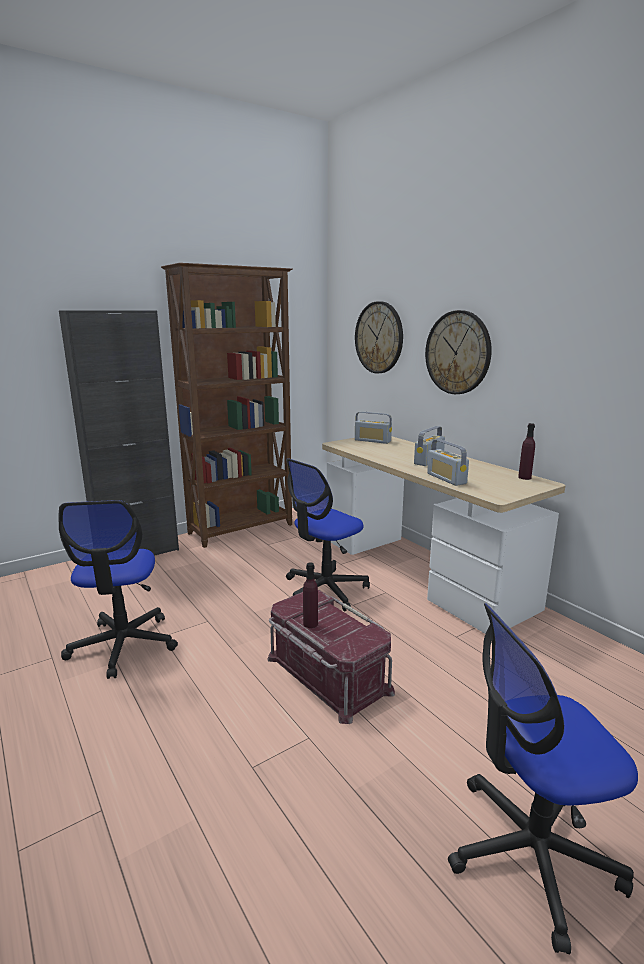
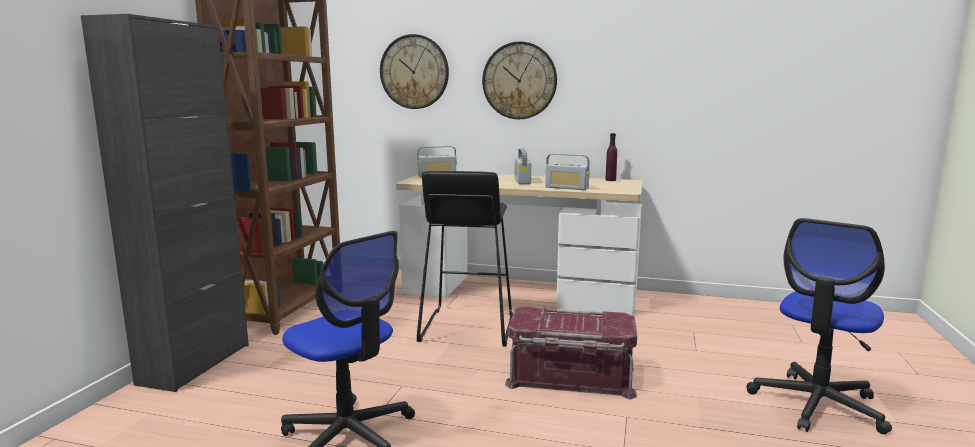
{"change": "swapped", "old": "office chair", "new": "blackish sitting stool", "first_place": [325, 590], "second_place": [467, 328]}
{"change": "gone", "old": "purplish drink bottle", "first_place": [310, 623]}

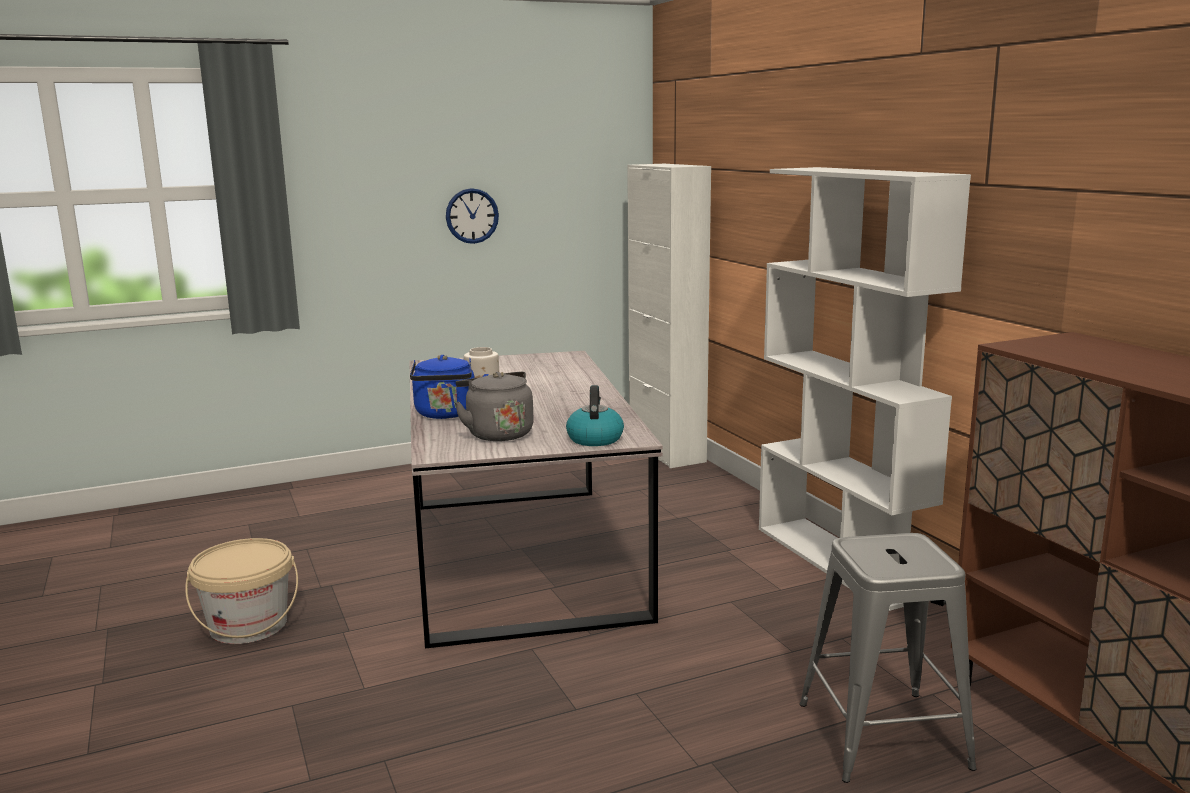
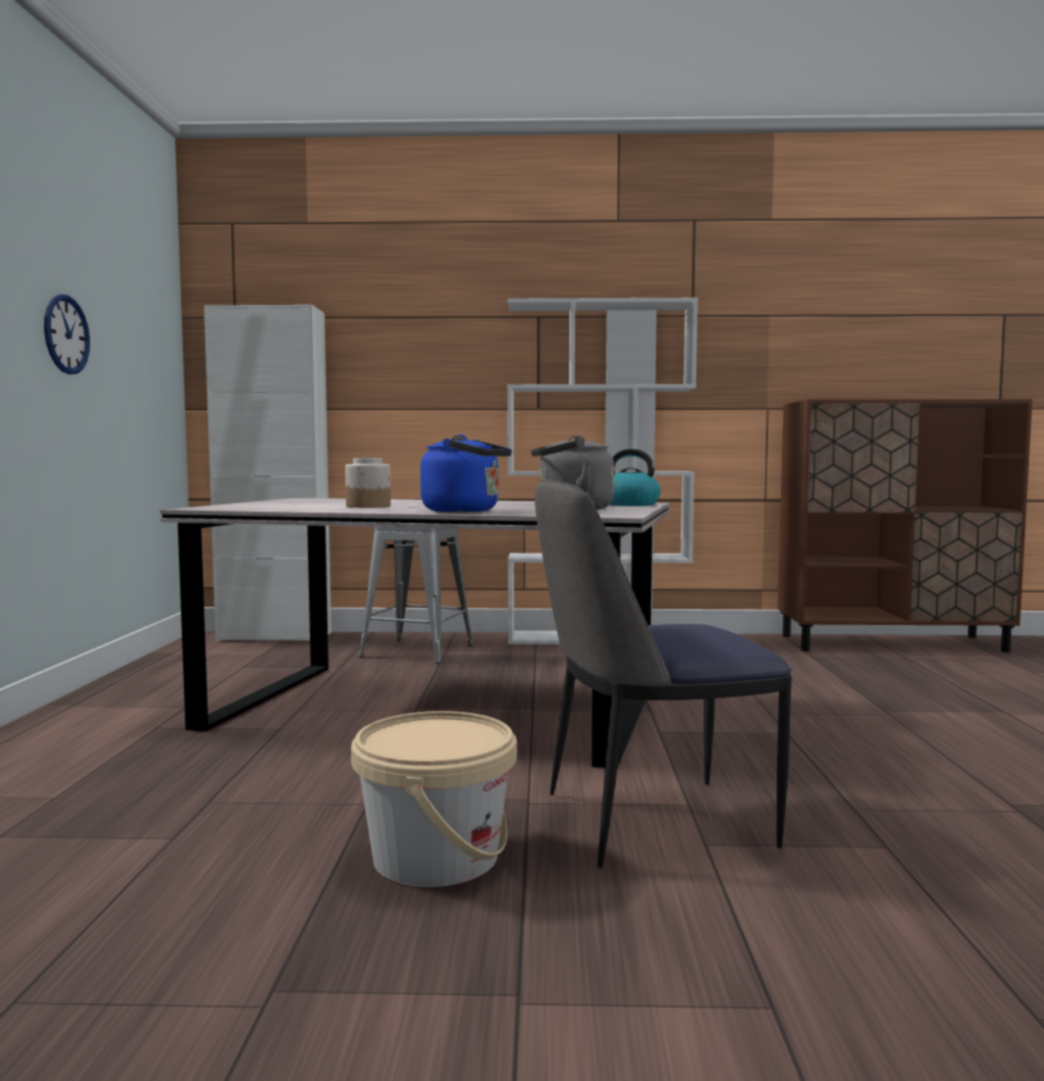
{"change": "shifted", "old": "grey sitting stool", "first_place": [882, 735], "second_place": [417, 651]}
{"change": "new", "new": "plain chair", "second_place": [649, 821]}

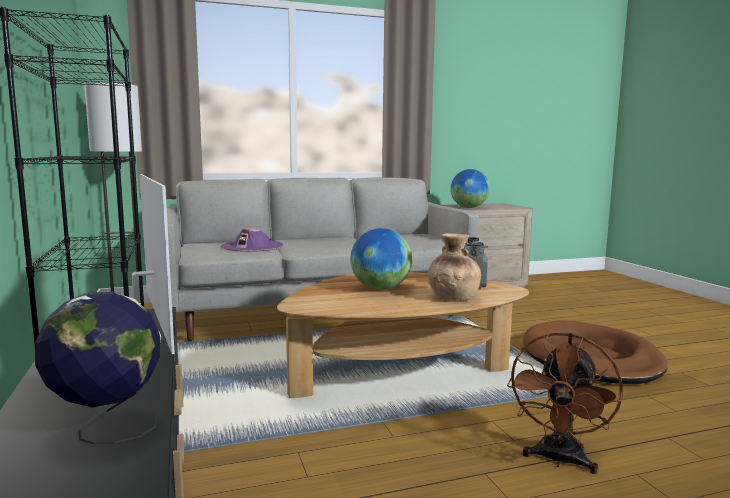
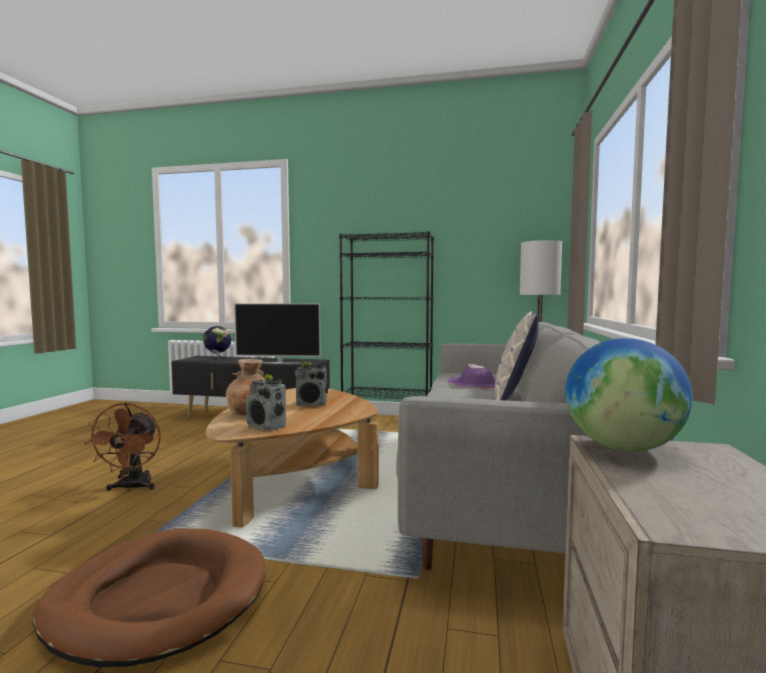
{"change": "swapped", "old": "desk globe", "new": "radio set", "first_place": [380, 289], "second_place": [311, 404]}
{"change": "rotated", "old": "brown-coloured cooling fan", "first_place": [559, 460], "second_place": [132, 488], "degrees": -150}
{"change": "new", "new": "pillow", "second_place": [514, 398]}

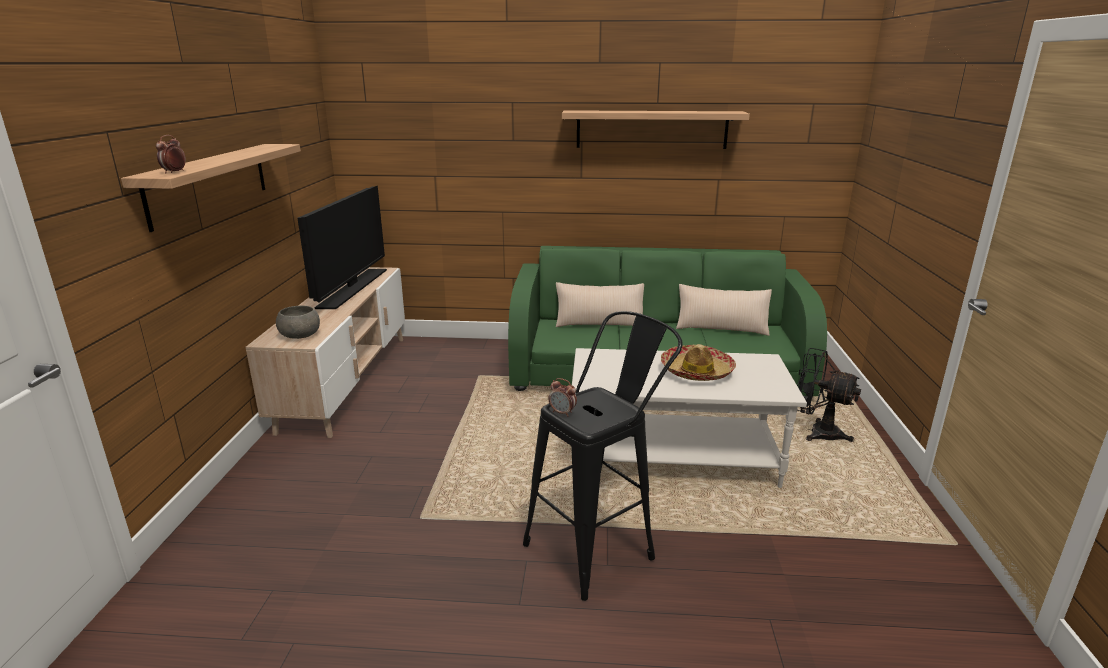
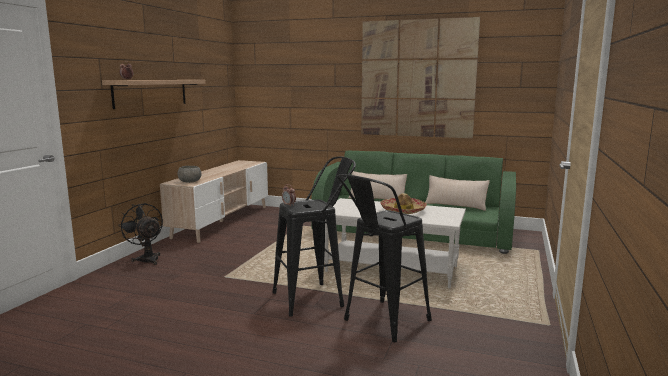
{"change": "gone", "old": "television", "first_place": [352, 288]}
{"change": "swapped", "old": "wall shelf", "new": "wall picture", "first_place": [651, 129], "second_place": [417, 79]}
{"change": "shifted", "old": "blackish cooling fan", "first_place": [816, 432], "second_place": [146, 258]}
{"change": "new", "new": "blackish sitting stool", "second_place": [381, 323]}

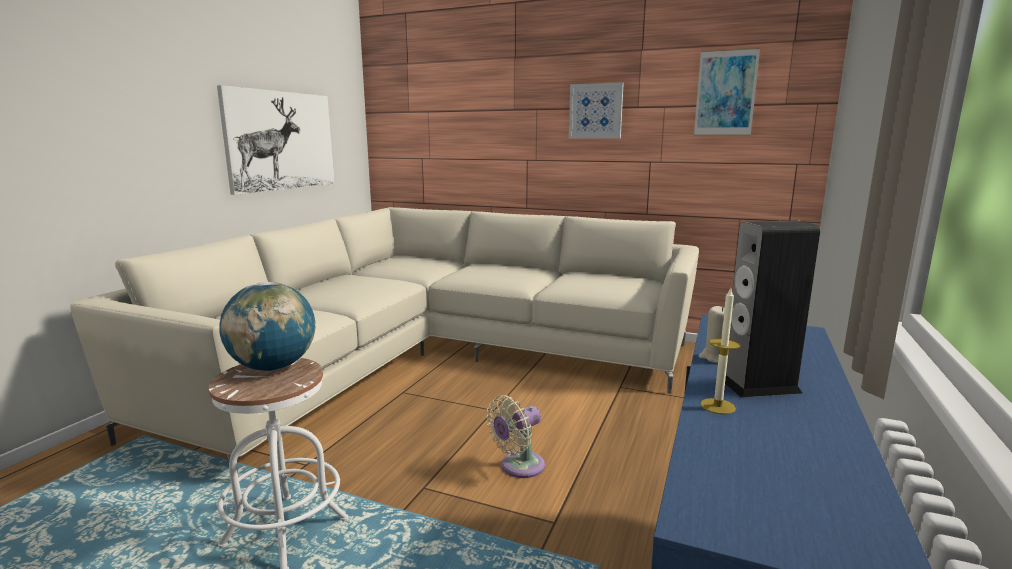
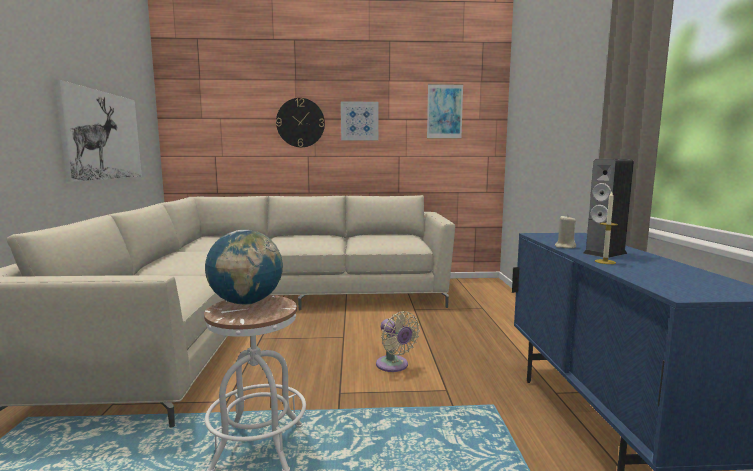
{"change": "rotated", "old": "beige cooling fan", "first_place": [518, 467], "second_place": [394, 366], "degrees": -60}
{"change": "new", "new": "hanging clock", "second_place": [300, 122]}

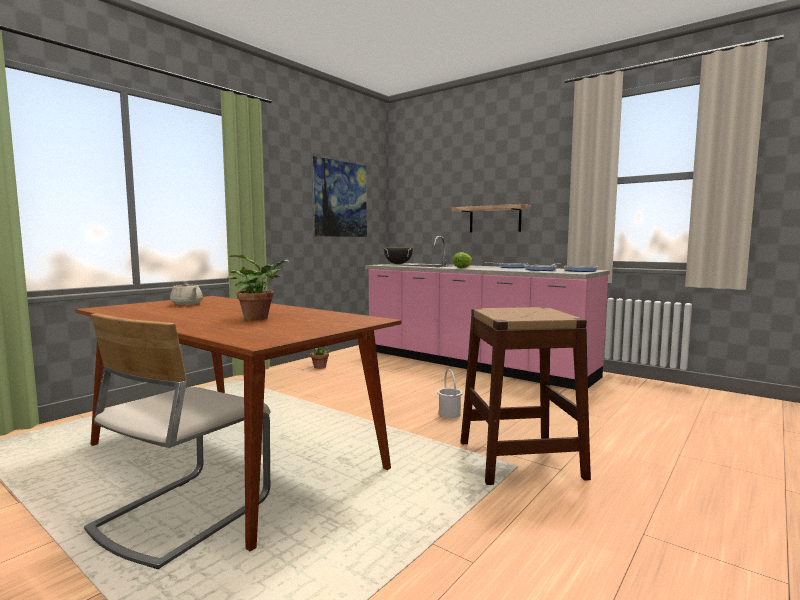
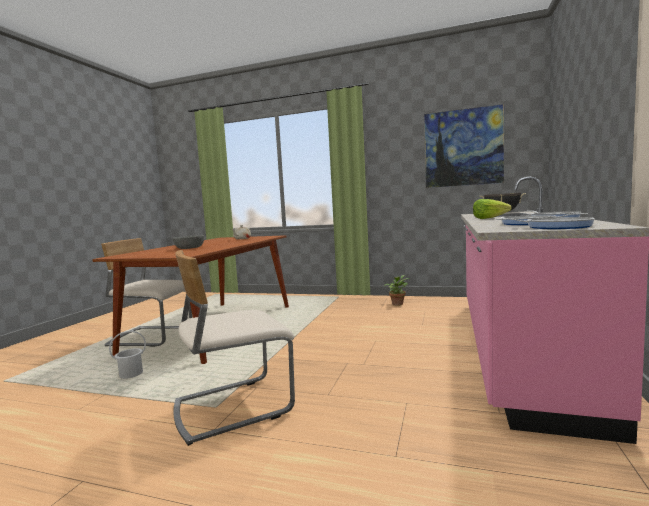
{"change": "swapped", "old": "houseplant", "new": "grey bowl", "first_place": [259, 318], "second_place": [189, 248]}
{"change": "shifted", "old": "white-coloured water bucket", "first_place": [449, 414], "second_place": [131, 375]}
{"change": "gone", "old": "wall shelf", "first_place": [495, 219]}
{"change": "swapped", "old": "brown-coloured sitting stool", "new": "beige plain chair", "first_place": [520, 459], "second_place": [232, 407]}

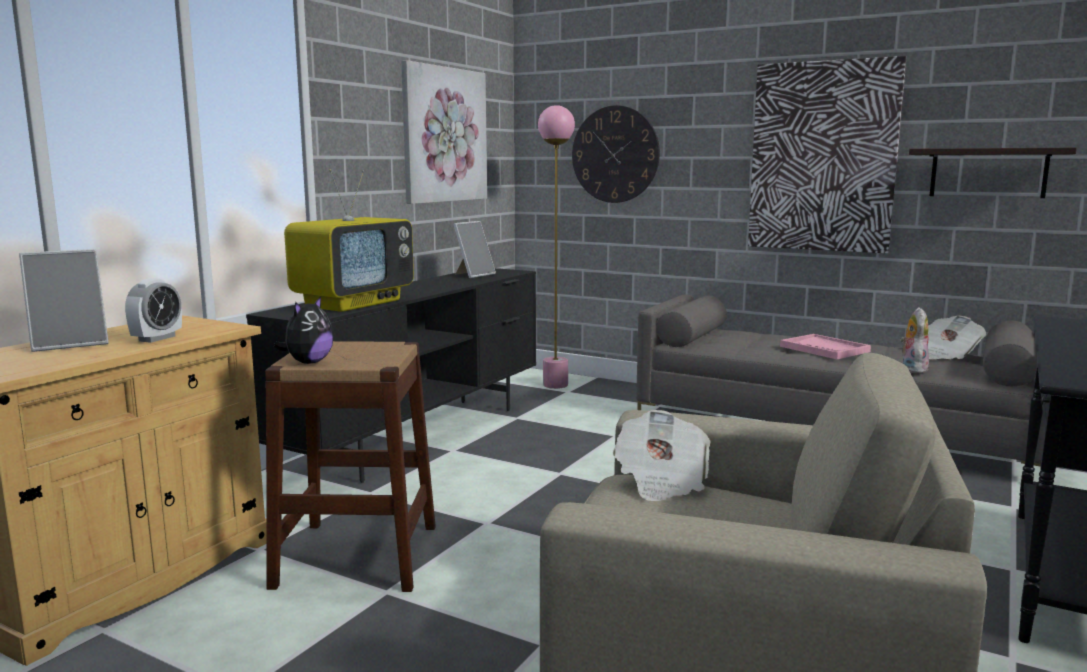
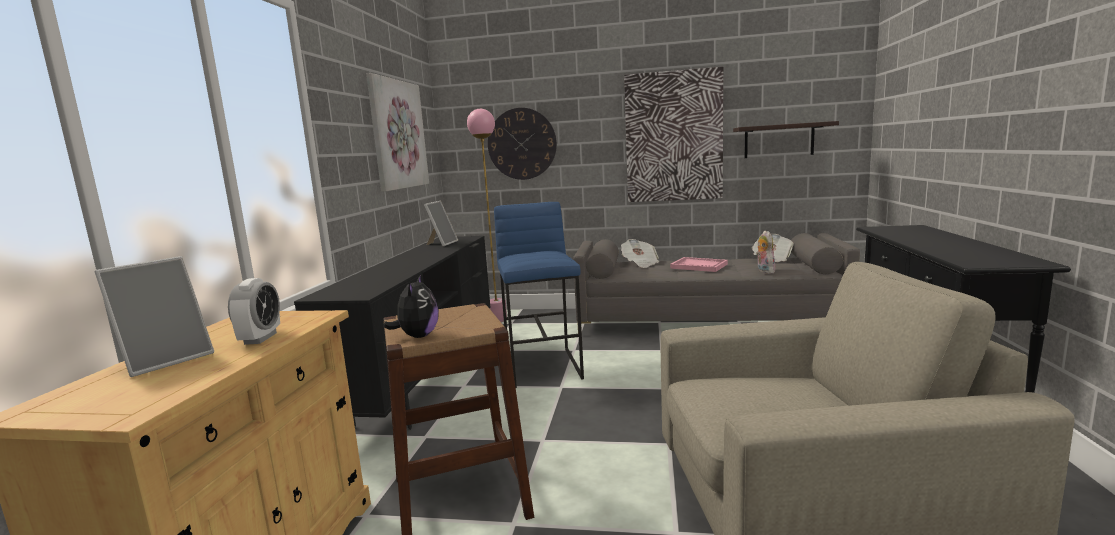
{"change": "gone", "old": "television", "first_place": [353, 303]}
{"change": "shifted", "old": "printed paper", "first_place": [661, 481], "second_place": [640, 263]}
{"change": "new", "new": "bluish sitting stool", "second_place": [544, 367]}

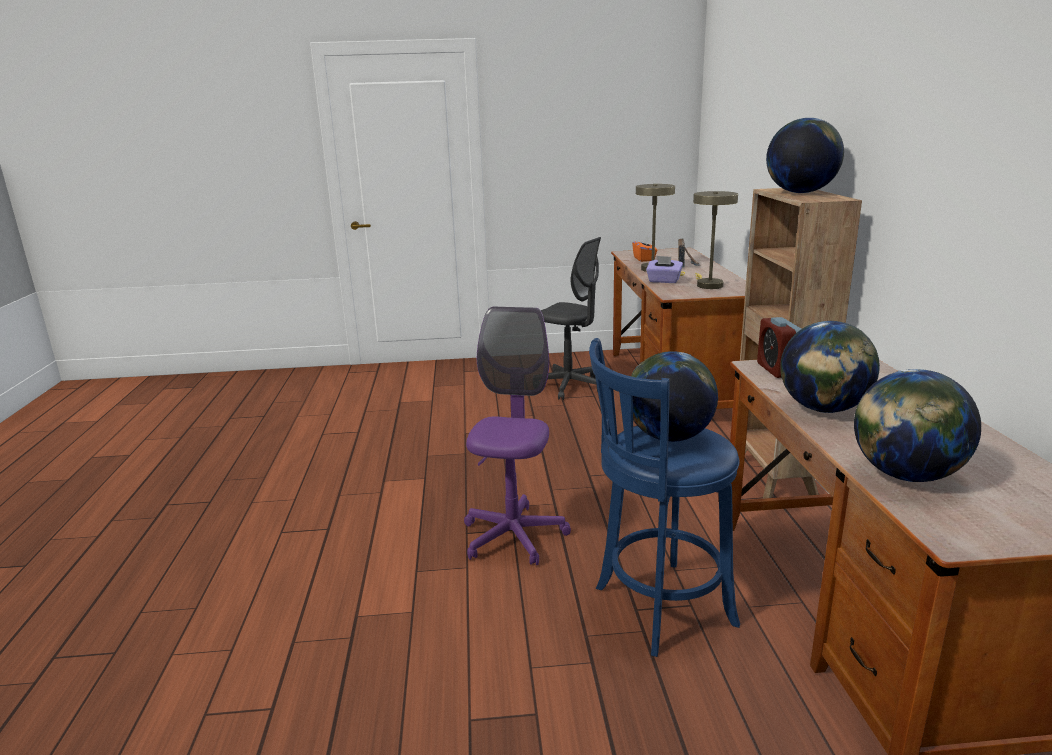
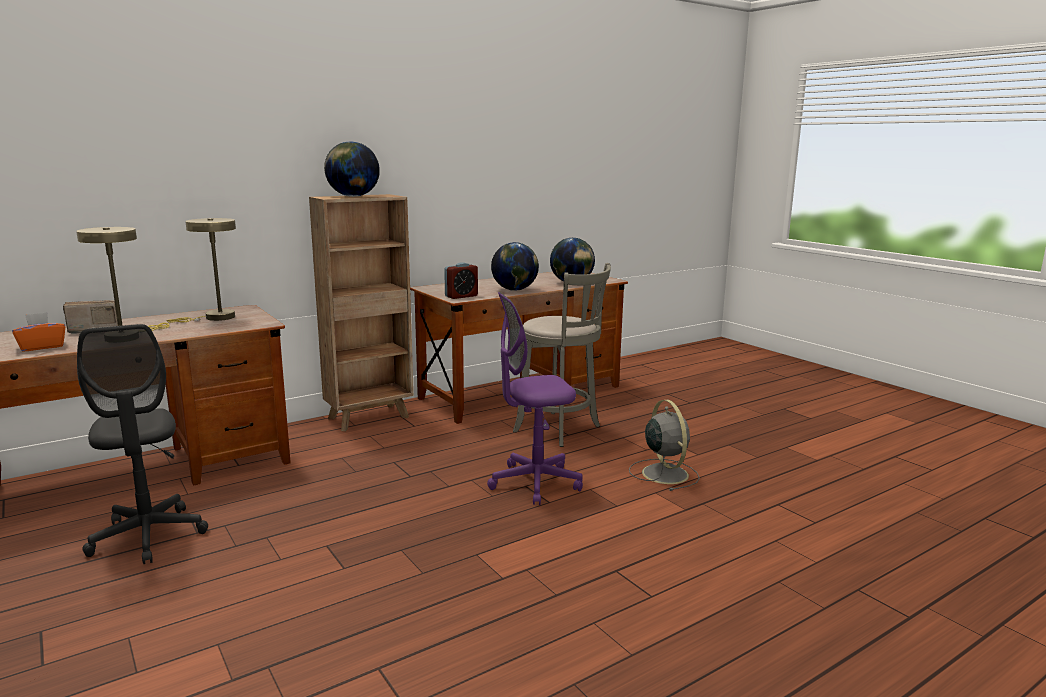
{"change": "rotated", "old": "grey office chair", "first_place": [570, 386], "second_place": [148, 536], "degrees": 150}
{"change": "repainted", "old": "bluish sitting stool", "new": "grey sitting stool", "first_place": [658, 608], "second_place": [560, 430]}
{"change": "gone", "old": "desk globe", "first_place": [669, 437]}
{"change": "gone", "old": "purplish tissue holder", "first_place": [663, 281]}
{"change": "new", "new": "grey cooling fan", "second_place": [664, 473]}

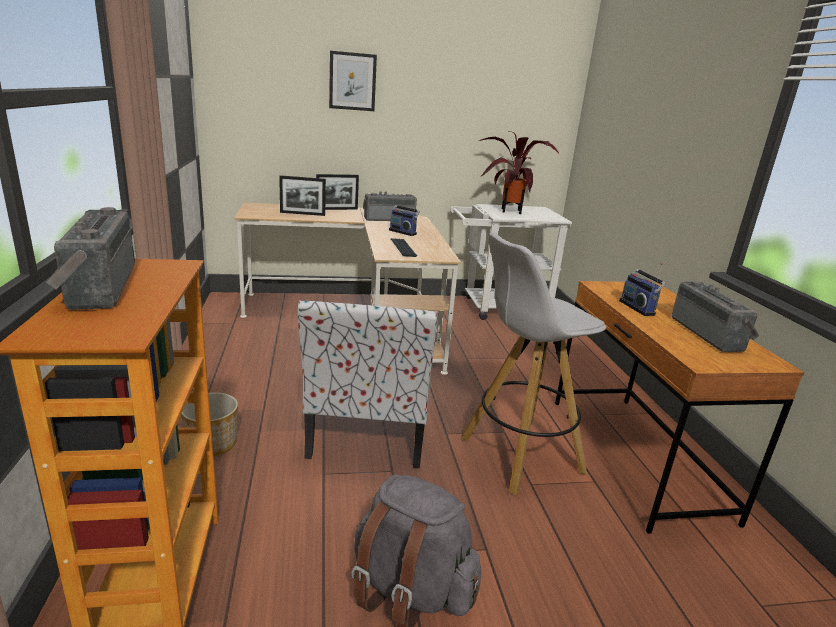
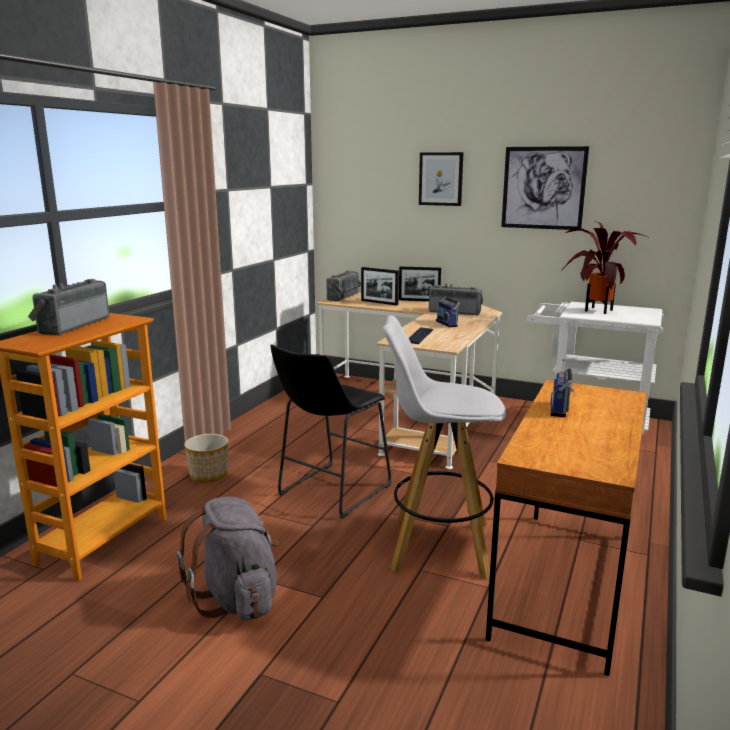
{"change": "swapped", "old": "plain chair", "new": "blackish sitting stool", "first_place": [369, 427], "second_place": [330, 492]}
{"change": "shifted", "old": "radio set", "first_place": [709, 334], "second_place": [345, 297]}
{"change": "new", "new": "wall picture", "second_place": [543, 188]}

